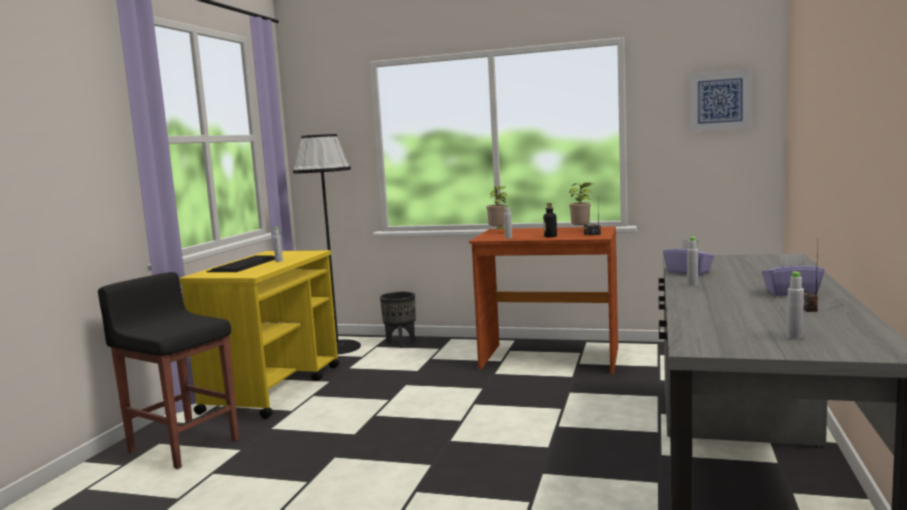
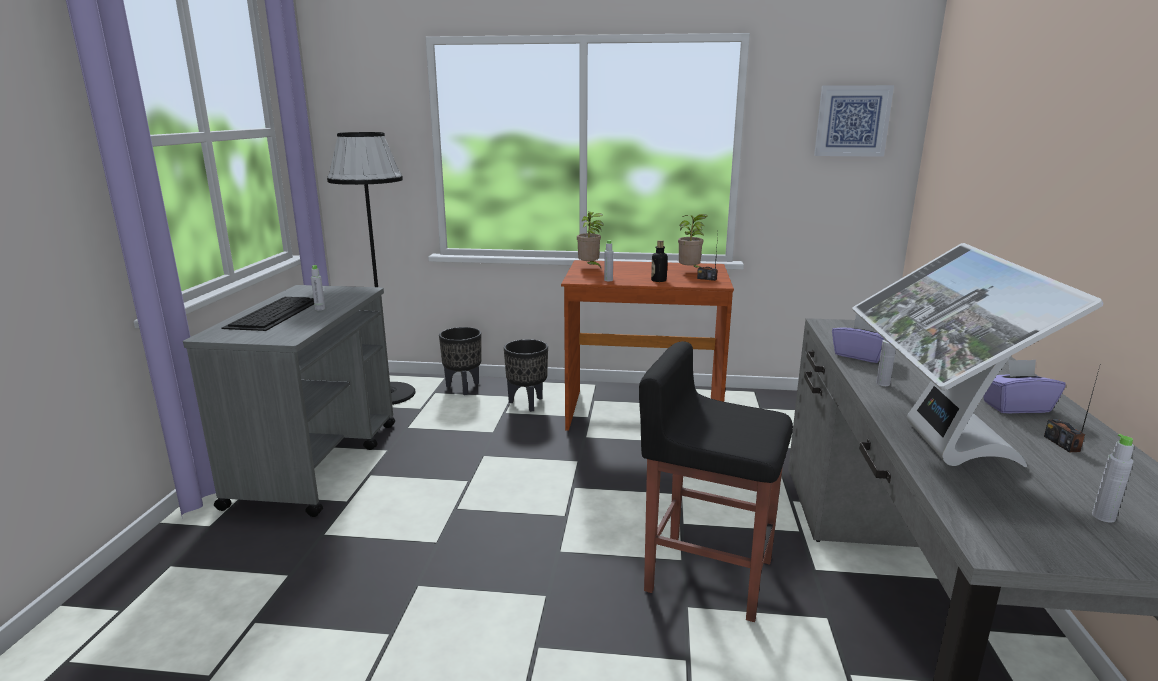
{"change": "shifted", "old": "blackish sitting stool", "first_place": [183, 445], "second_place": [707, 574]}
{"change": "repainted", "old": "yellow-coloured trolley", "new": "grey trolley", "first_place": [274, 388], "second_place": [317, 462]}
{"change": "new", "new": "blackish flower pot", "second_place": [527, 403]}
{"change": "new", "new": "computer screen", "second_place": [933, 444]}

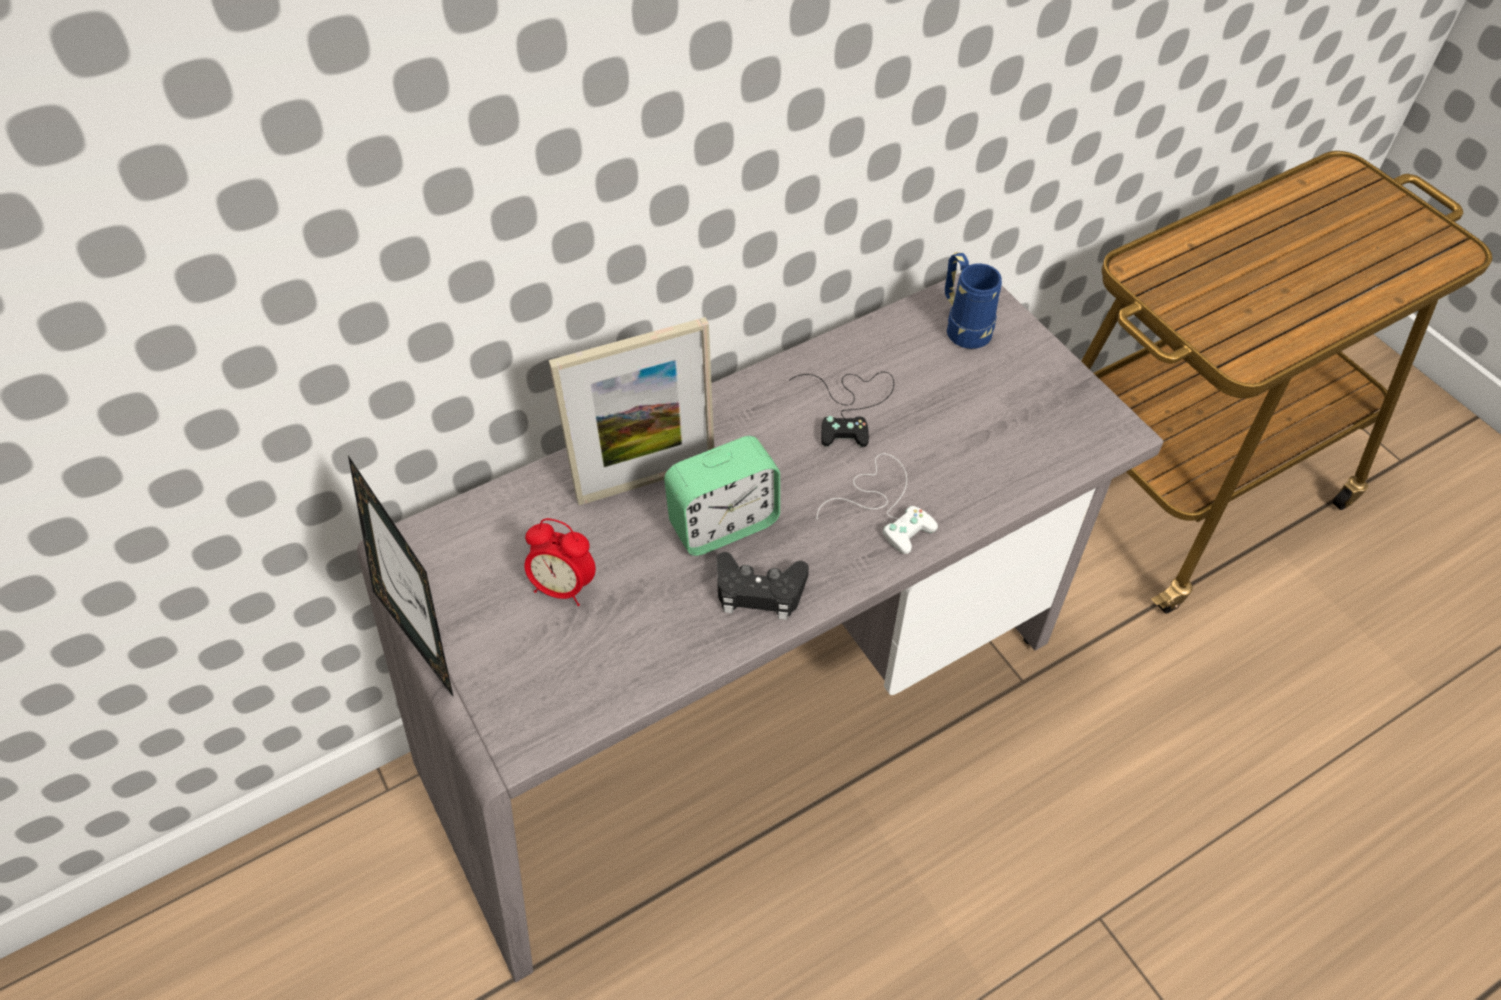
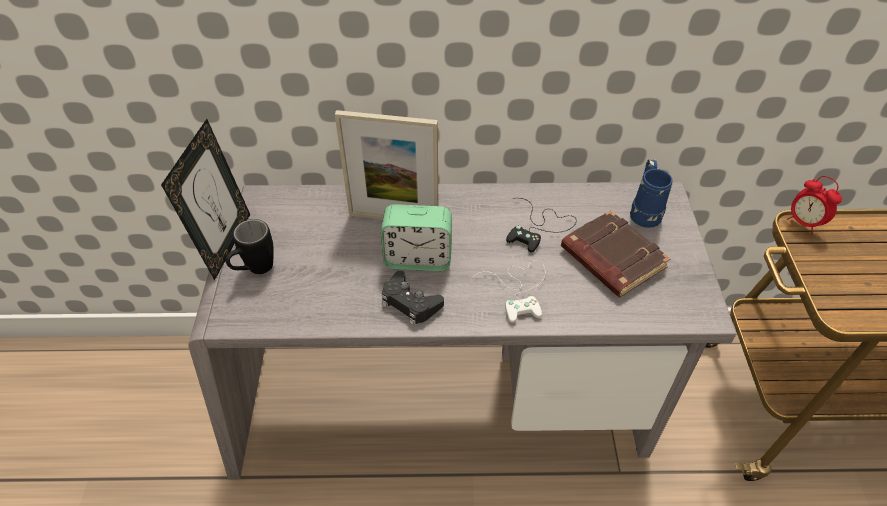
{"change": "shifted", "old": "alarm clock", "first_place": [563, 587], "second_place": [803, 223]}
{"change": "new", "new": "blackish coffee mug", "second_place": [254, 270]}
{"change": "new", "new": "brown-coloured volume", "second_place": [610, 258]}

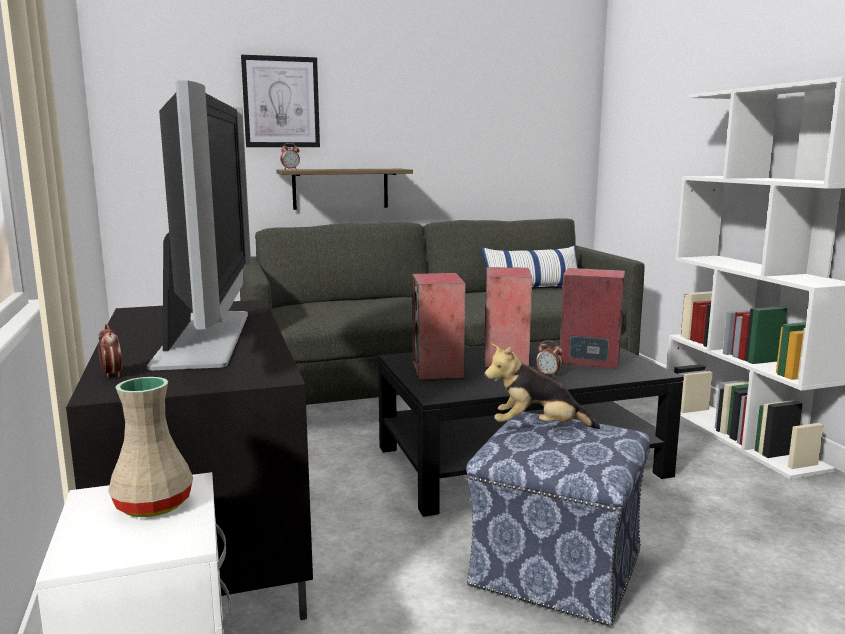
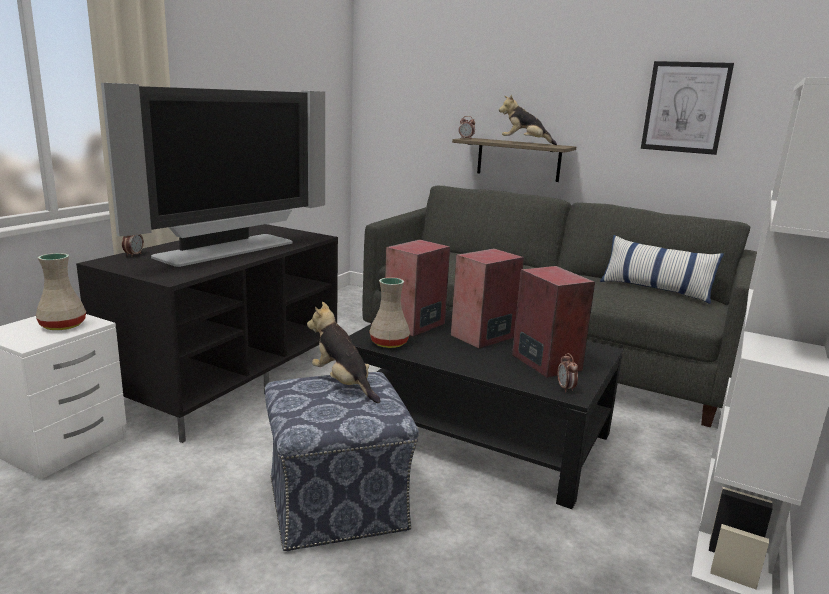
{"change": "shifted", "old": "wall picture", "first_place": [281, 102], "second_place": [685, 107]}
{"change": "shifted", "old": "alarm clock", "first_place": [549, 374], "second_place": [566, 388]}
{"change": "new", "new": "beige flower vase", "second_place": [388, 343]}
{"change": "new", "new": "soft toy", "second_place": [524, 143]}

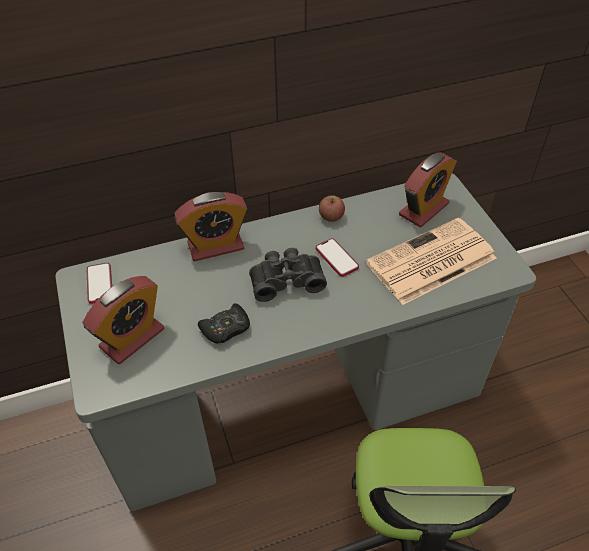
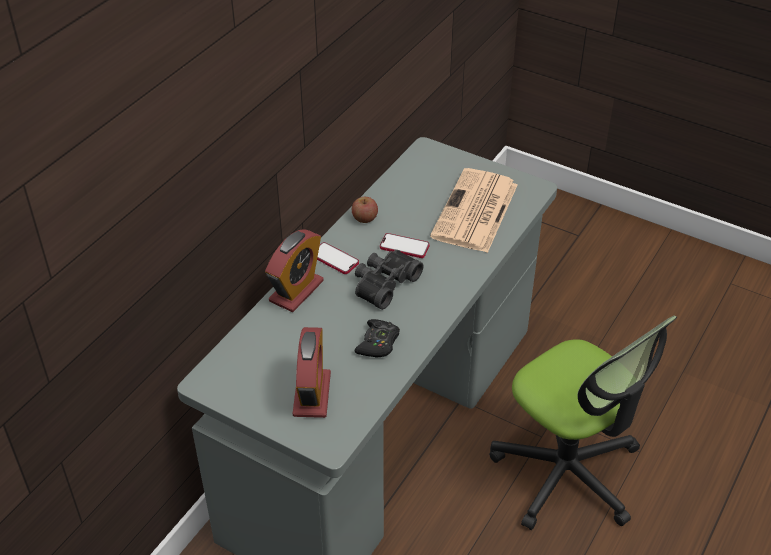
{"change": "shifted", "old": "telephone", "first_place": [100, 284], "second_place": [334, 259]}
{"change": "gone", "old": "alarm clock", "first_place": [423, 209]}

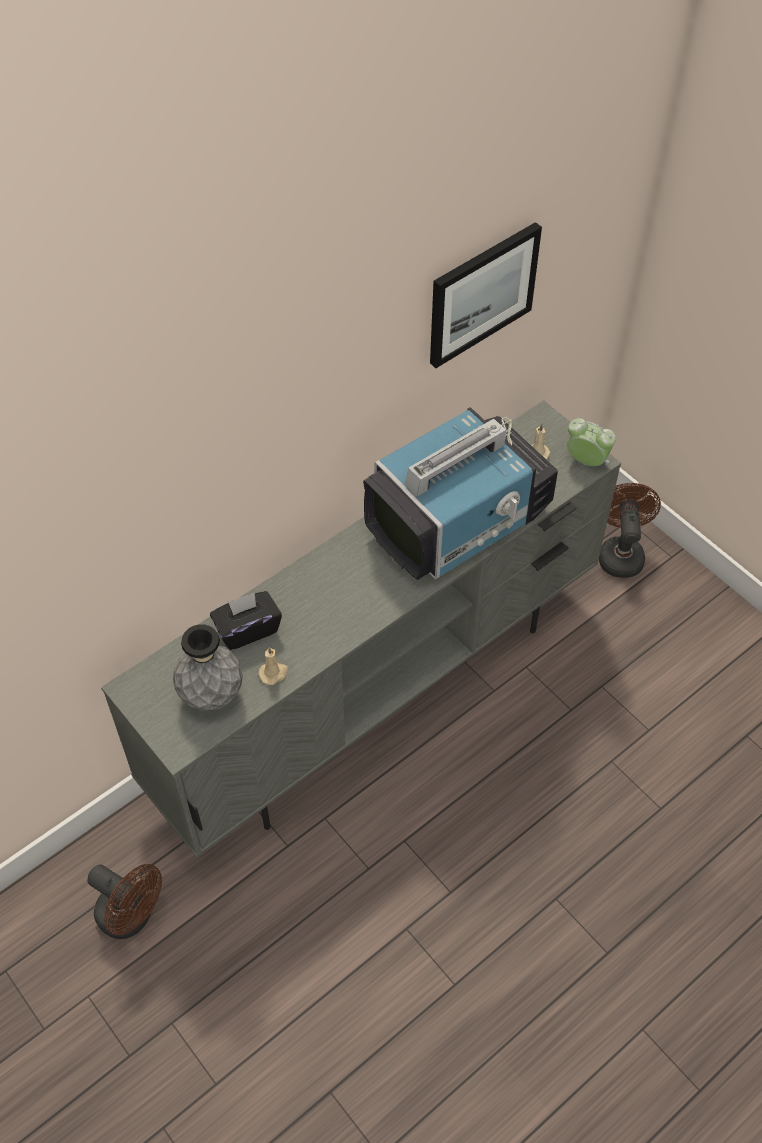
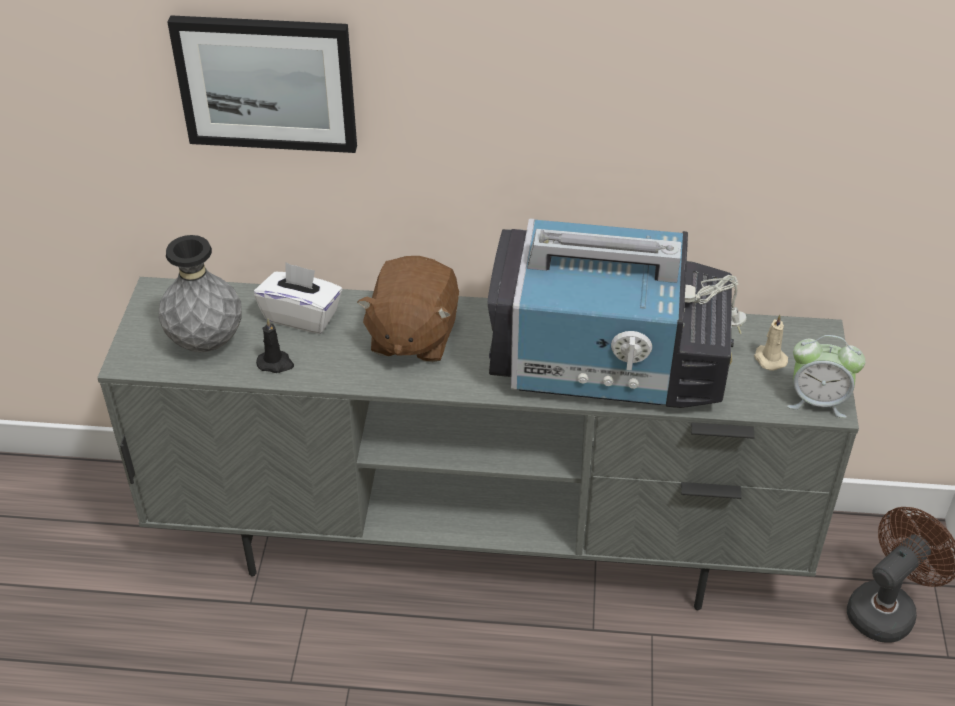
{"change": "gone", "old": "brown-coloured cooling fan", "first_place": [132, 917]}
{"change": "repainted", "old": "blackish tissue holder", "new": "white-coloured tissue holder", "first_place": [247, 629], "second_place": [302, 316]}
{"change": "repainted", "old": "beige wax light", "new": "blackish wax light", "first_place": [274, 673], "second_place": [276, 363]}
{"change": "shifted", "old": "wall picture", "first_place": [481, 293], "second_place": [266, 82]}
{"change": "rotated", "old": "alarm clock", "first_place": [586, 461], "second_place": [817, 401], "degrees": 120}
{"change": "new", "new": "brown-coloured soft toy", "second_place": [412, 336]}

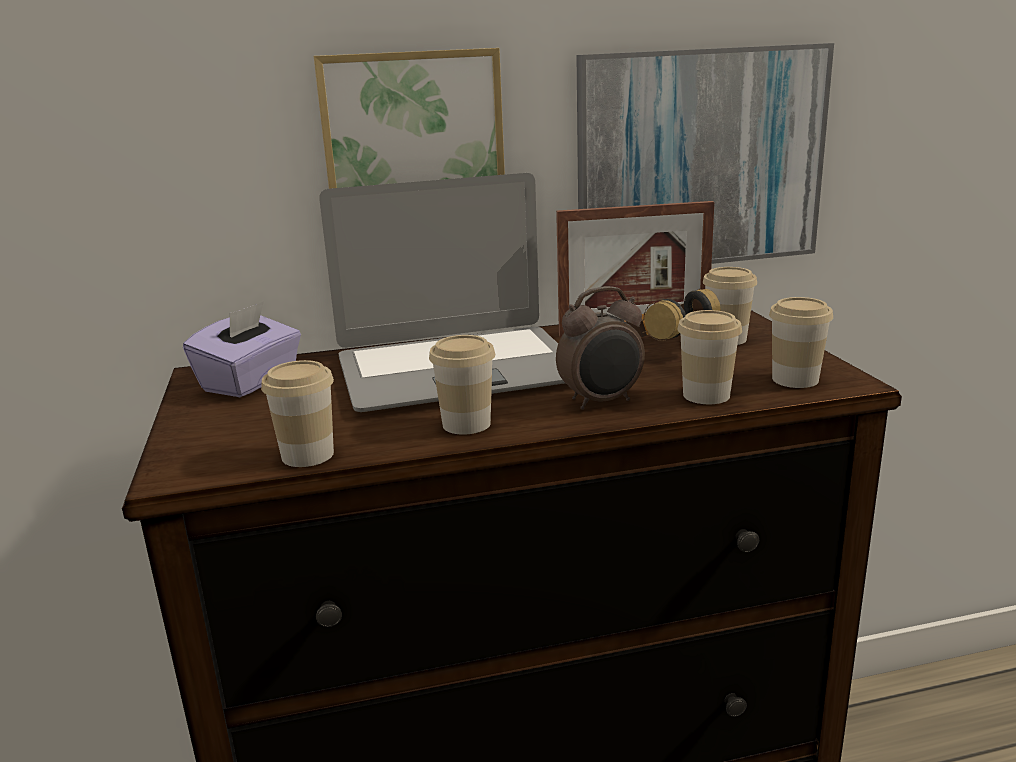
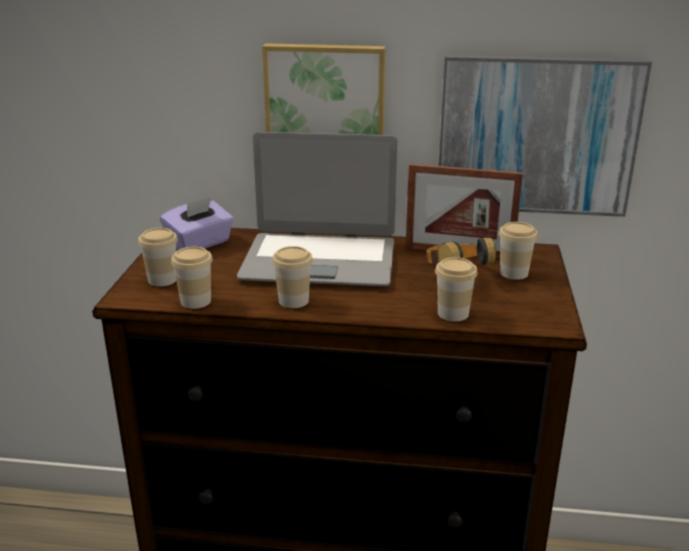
{"change": "gone", "old": "alarm clock", "first_place": [602, 402]}
{"change": "shifted", "old": "drinking cup", "first_place": [795, 379], "second_place": [162, 280]}

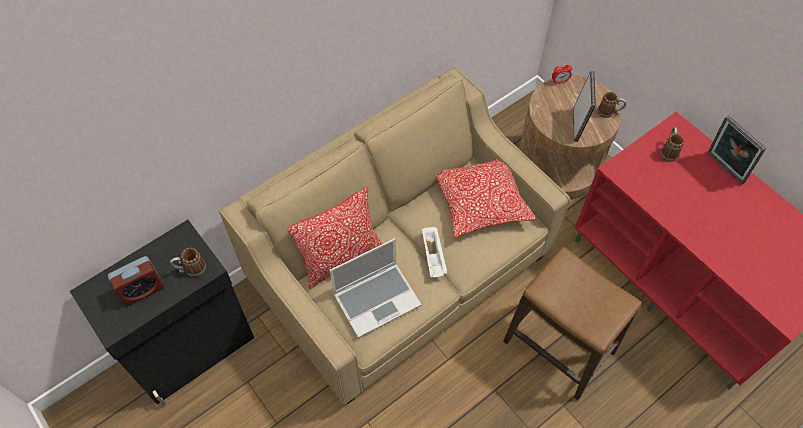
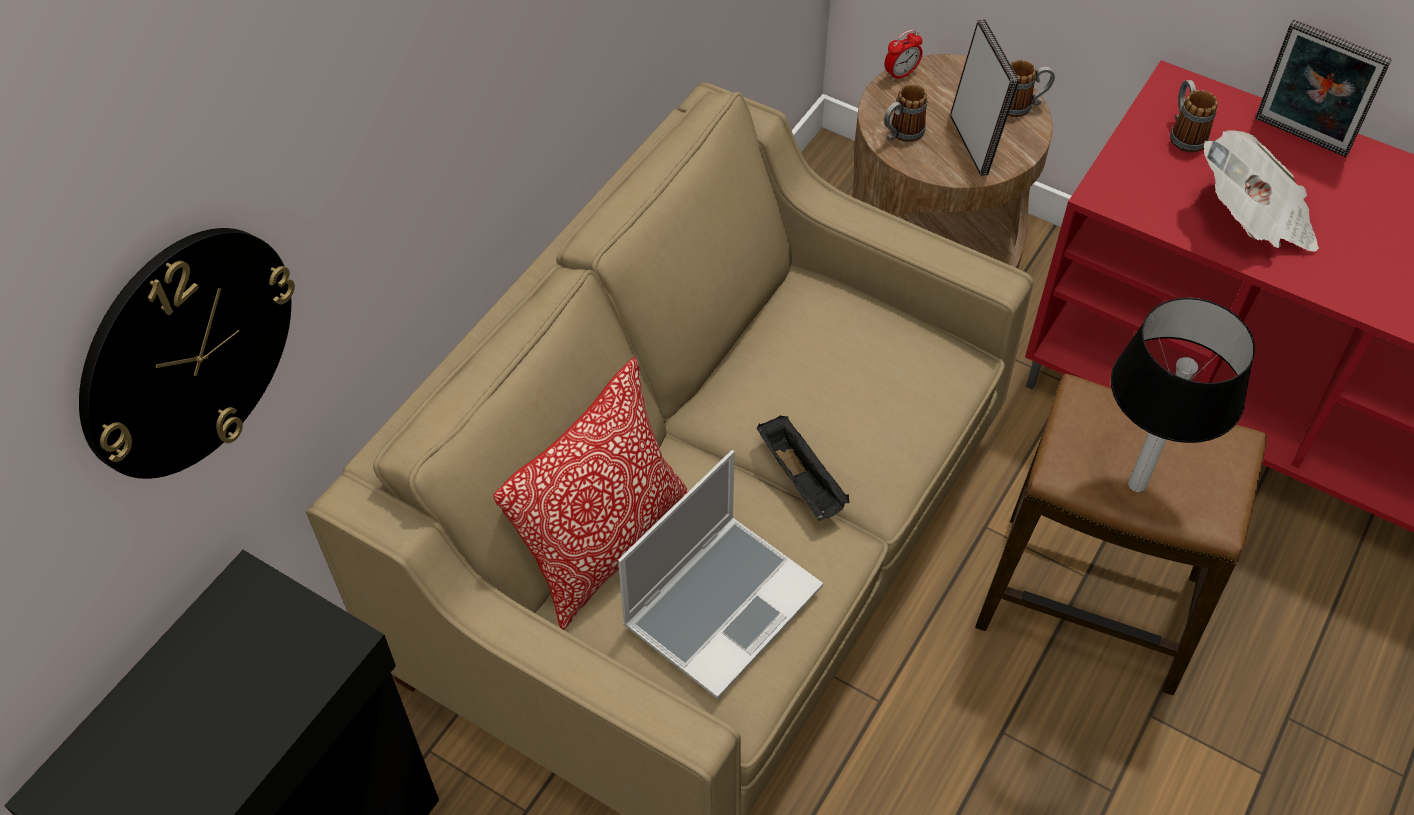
{"change": "gone", "old": "alarm clock", "first_place": [142, 290]}
{"change": "shifted", "old": "coffee mug", "first_place": [191, 269], "second_place": [901, 134]}
{"change": "repainted", "old": "white-coloured serving tray", "new": "blackish serving tray", "first_place": [434, 256], "second_place": [802, 480]}
{"change": "gone", "old": "pillow", "first_place": [481, 202]}
{"change": "new", "new": "hanging clock", "second_place": [187, 352]}
{"change": "new", "new": "lamp for a table", "second_place": [1138, 485]}
{"change": "new", "new": "printed paper", "second_place": [1253, 219]}

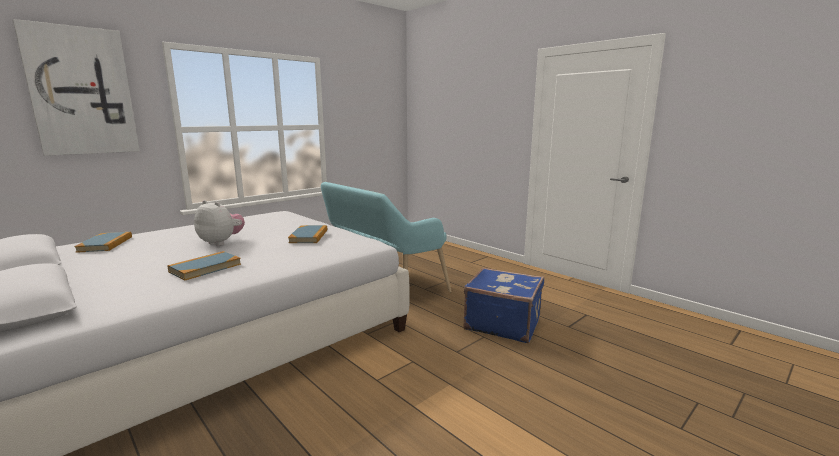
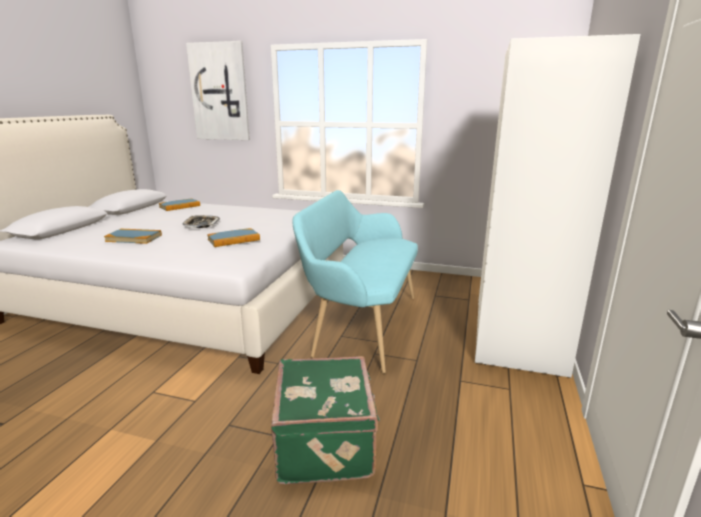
{"change": "swapped", "old": "soft toy", "new": "serving tray", "first_place": [221, 242], "second_place": [201, 224]}
{"change": "repainted", "old": "bluish piece of luggage", "new": "green-coloured piece of luggage", "first_place": [502, 323], "second_place": [327, 443]}
{"change": "new", "new": "white-coloured armoire", "second_place": [518, 334]}

